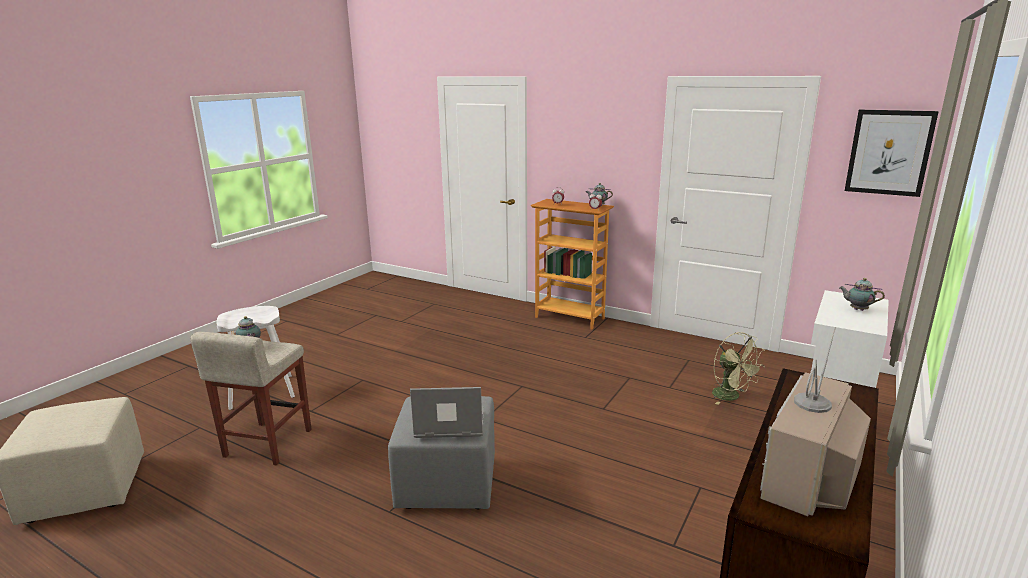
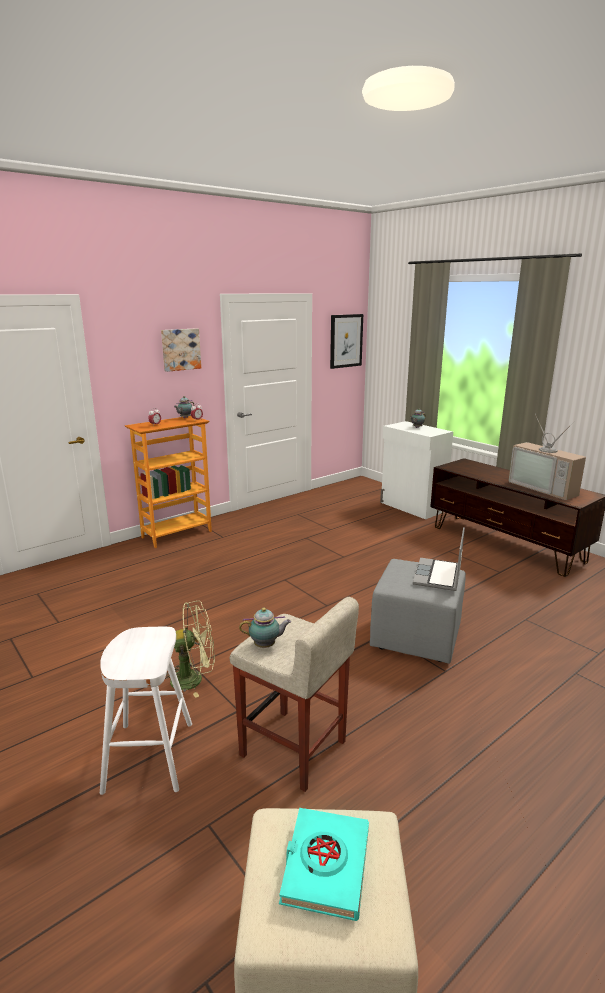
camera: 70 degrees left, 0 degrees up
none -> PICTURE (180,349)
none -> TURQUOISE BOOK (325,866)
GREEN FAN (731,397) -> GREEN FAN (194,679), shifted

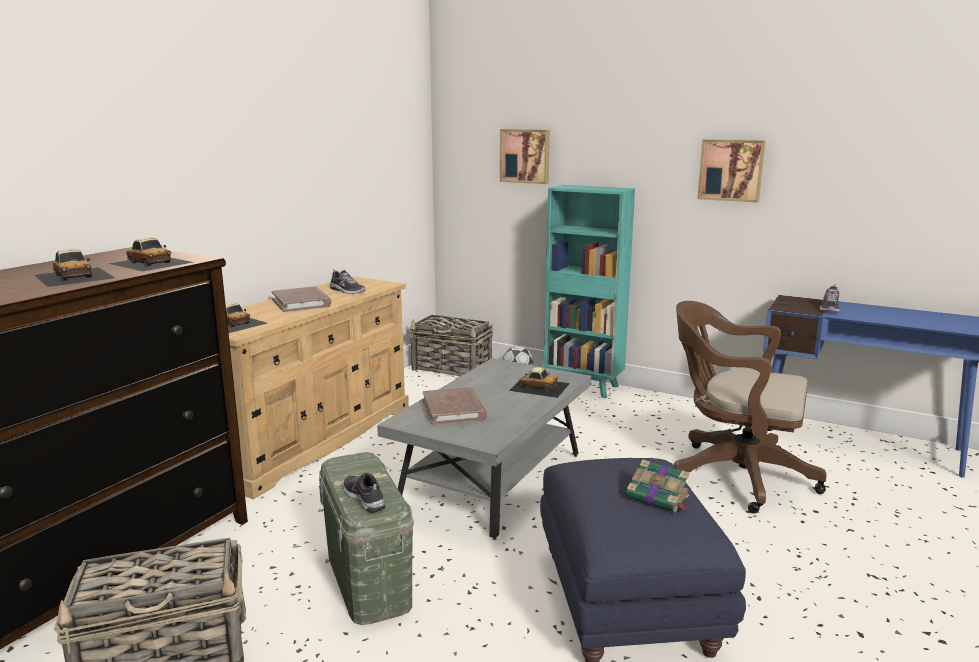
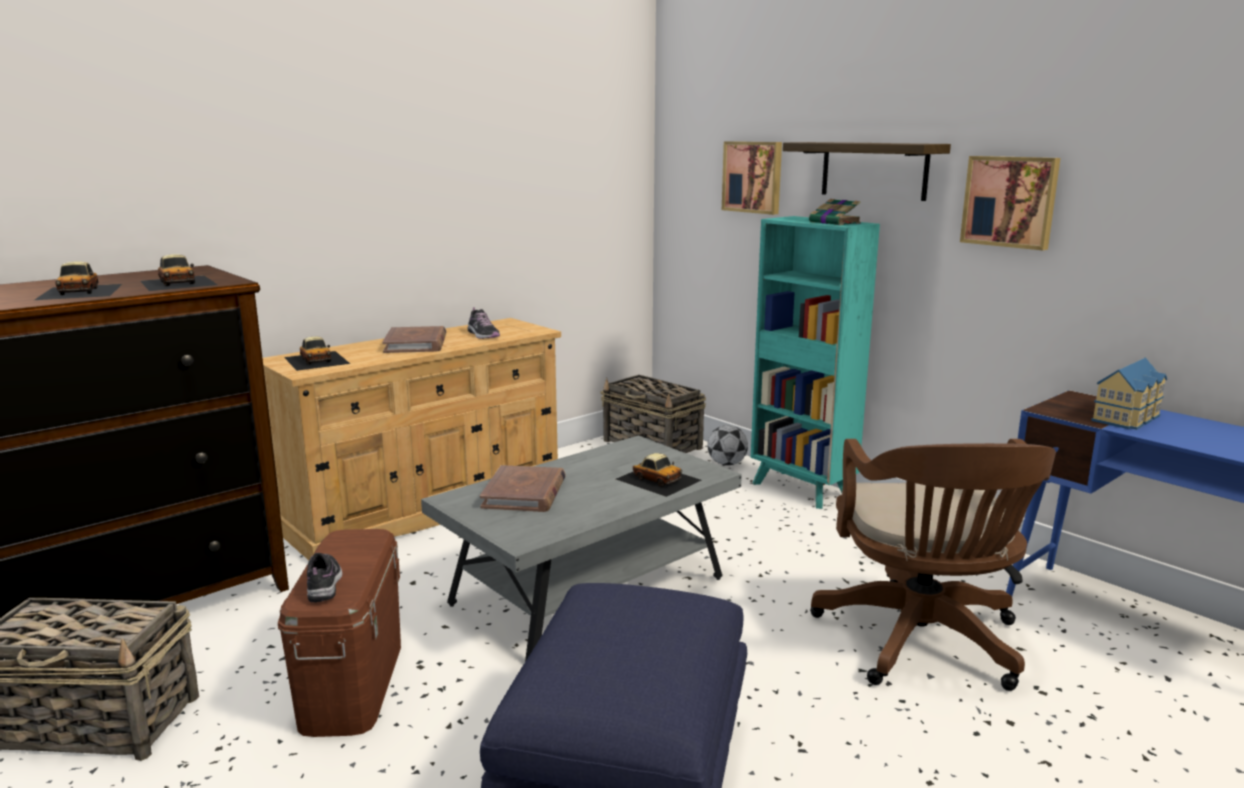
camera: 20 degrees right, 0 degrees up
none -> SHELF (874,170)
BOOK (659,497) -> BOOK (835,223), shifted
SHOE (829,308) -> TOY HOUSE (1128,418)
GREEN STORAGE BOX (367,579) -> BROWN STORAGE BOX (352,683)
BROWN OFFICE CHAIR (733,474) -> BROWN OFFICE CHAIR (922,644), 135 degrees counterclockwise

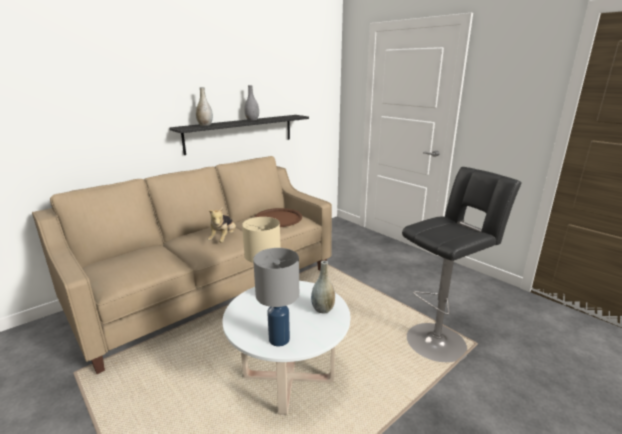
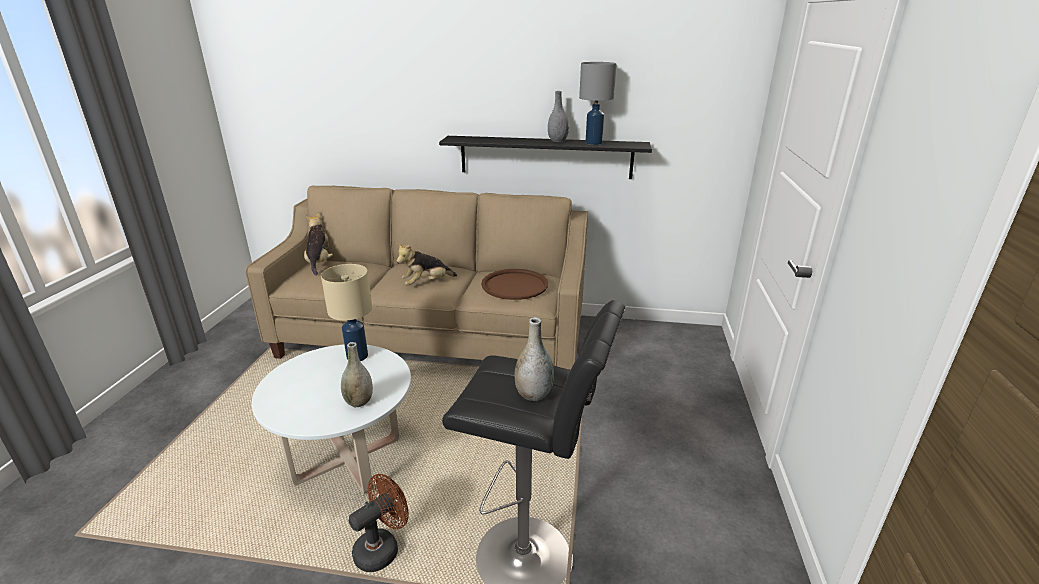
camera: 50 degrees right, 5 degrees up
none -> PLUSH TOY (319,262)
none -> BROWN FAN (382,548)
GREY VASE (205,125) -> GREY VASE (533,395), shifted
GREY TABLE LAMP (280,339) -> GREY TABLE LAMP (594,143), shifted

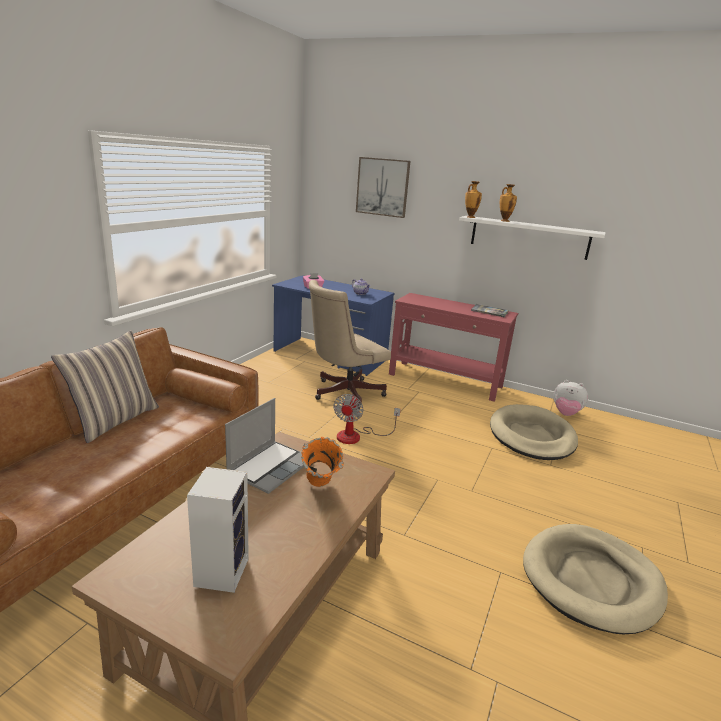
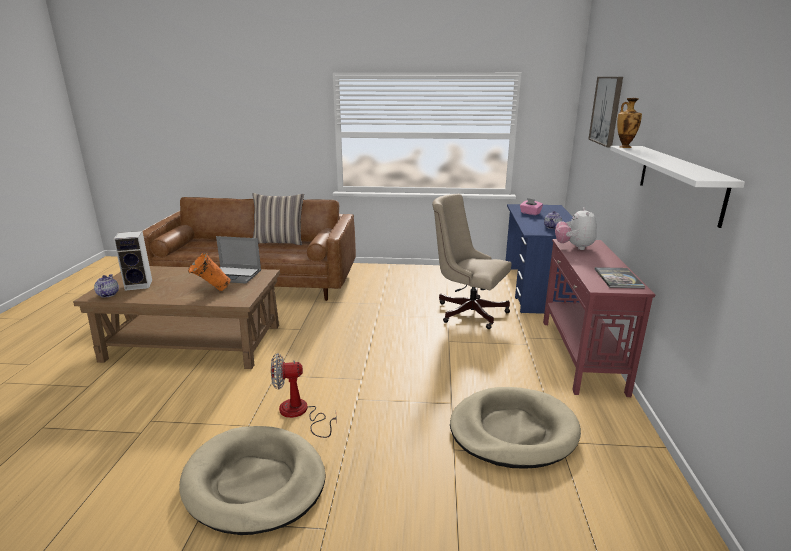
camera: 70 degrees right, 0 degrees up
VASE (504,221) -> none
none -> TEAPOT (108,294)
FAN (356,436) -> FAN (300,413), shifted
PLUSH TOY (565,414) -> PLUSH TOY (574,247), shifted

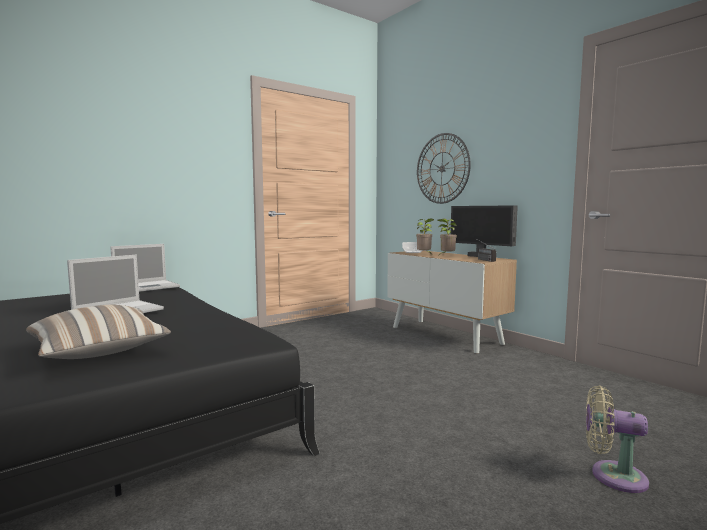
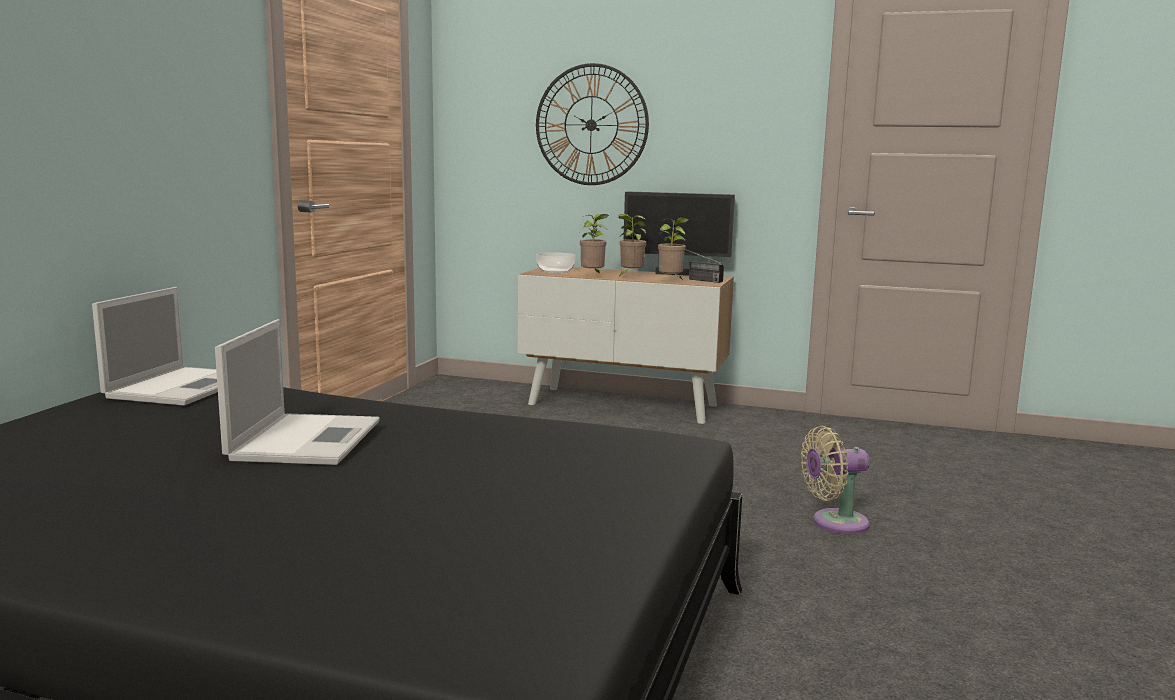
camera: 35 degrees left, 5 degrees up
PILLOW (100,353) -> none
none -> POTTED PLANT (671,281)
BEIGE FAN (612,475) -> BEIGE FAN (834,523), shifted

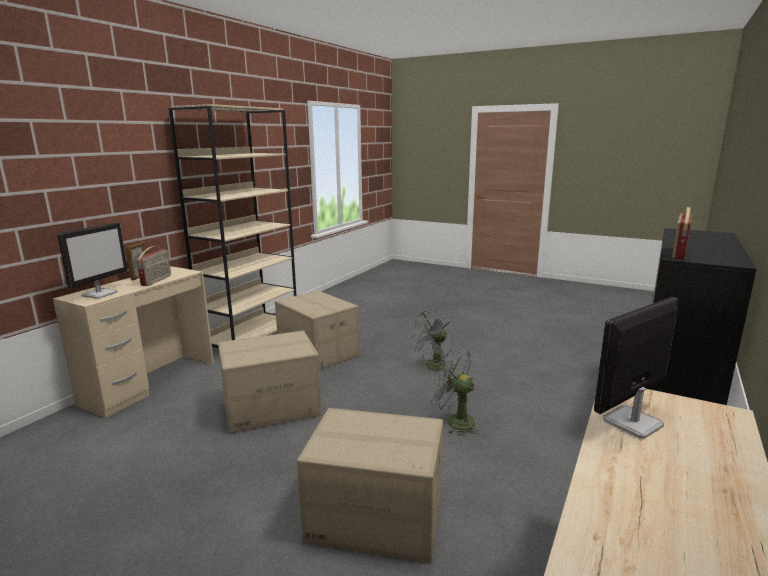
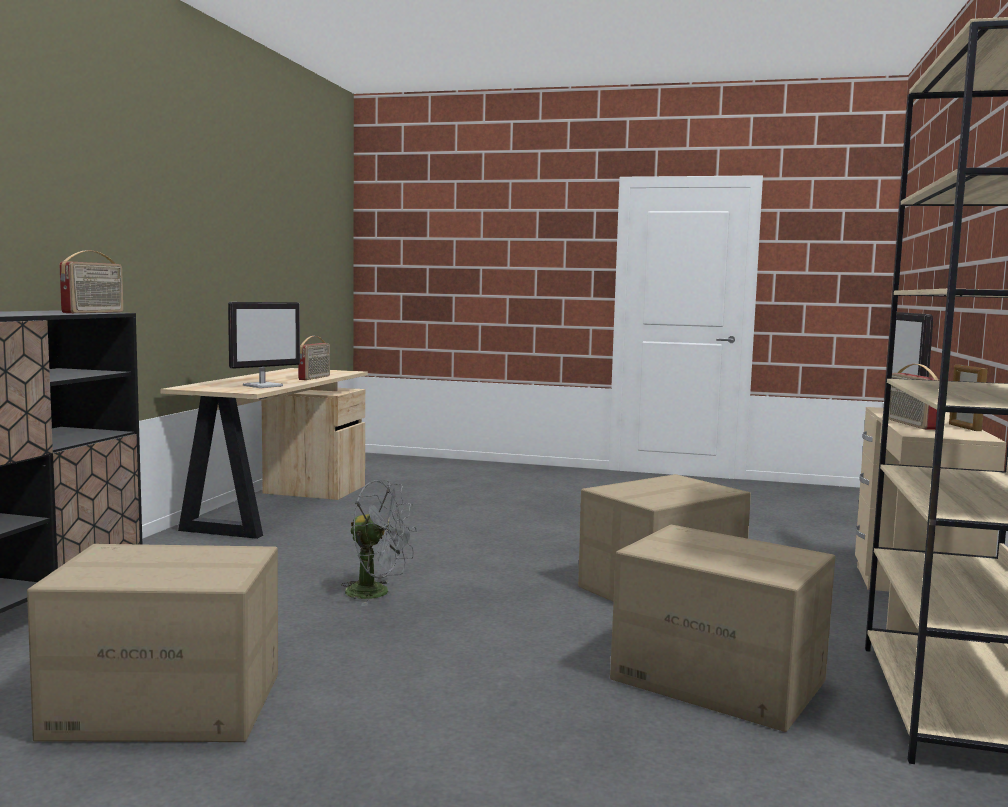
camera: 165 degrees right, 10 degrees down
GREY FAN (433,368) -> none
none -> RADIO (315,378)
CARDBOARD BOX (375,518) -> CARDBOARD BOX (167,705), shifted

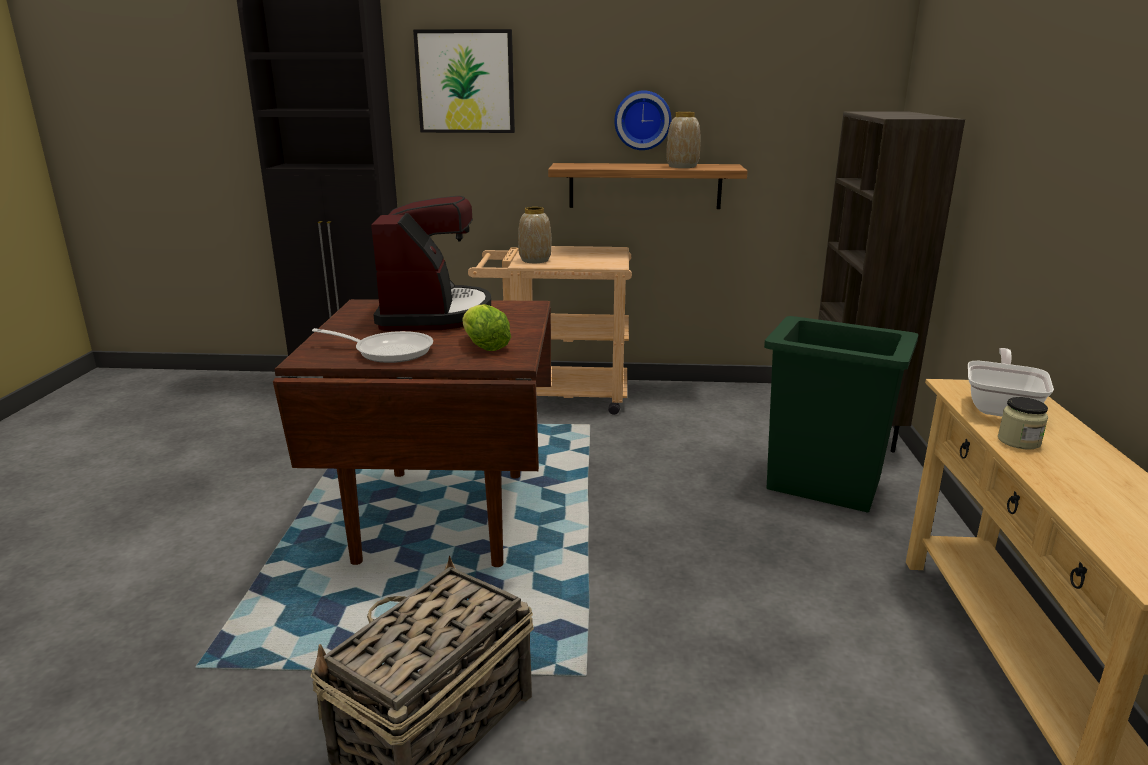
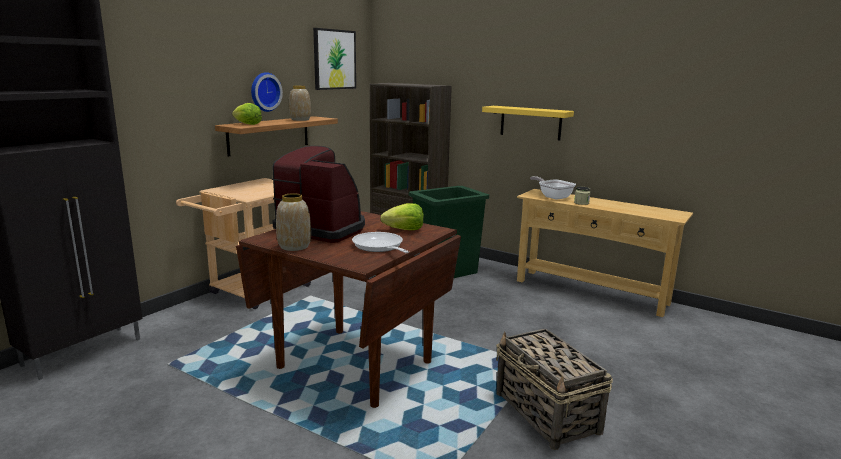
camera: 60 degrees left, 5 degrees down
none -> LETTUCE (247,124)
none -> YELLOW SHELF (530,122)
PICTURE (465,82) -> PICTURE (334,59), shifted
VASE (535,260) -> VASE (294,246), shifted
FRYING PAN (388,351) -> FRYING PAN (379,247), 75 degrees counterclockwise

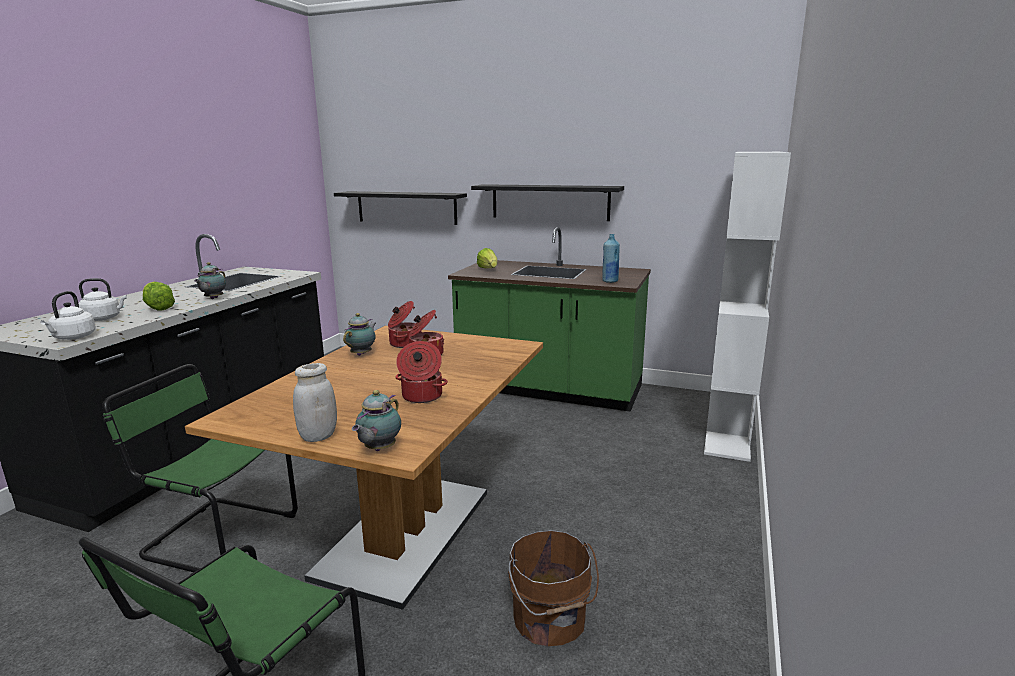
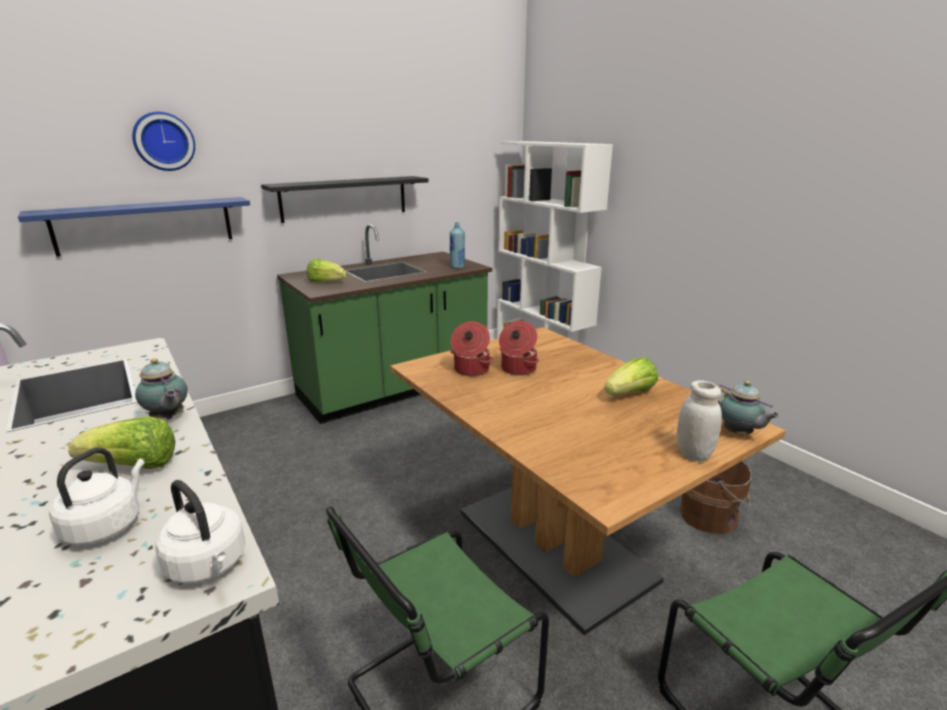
camera: 55 degrees left, 5 degrees up
TEAPOT (362,354) -> none
none -> WALL CLOCK (163,141)
COOKING POT (421,396) -> LETTUCE (630,394)
BLACK SHELF (406,207) -> BLUE SHELF (145,225)

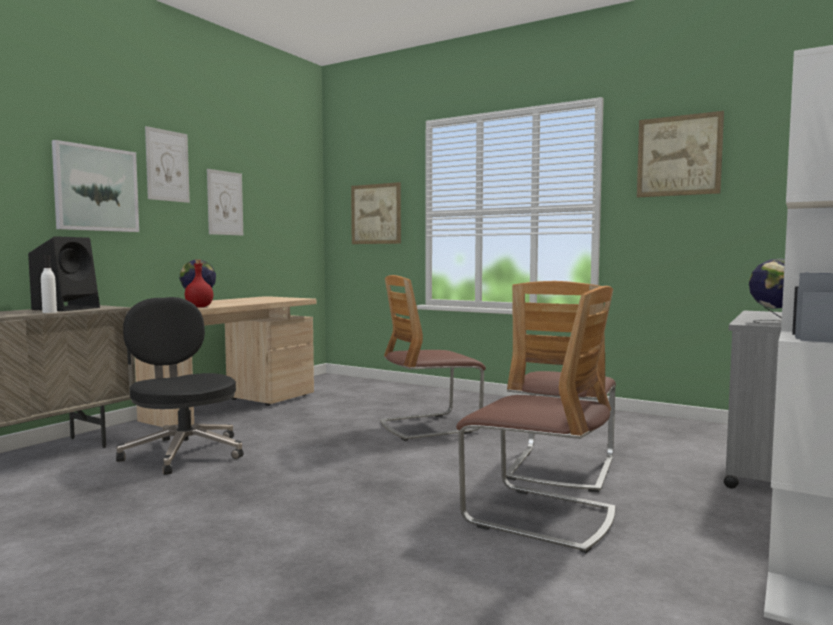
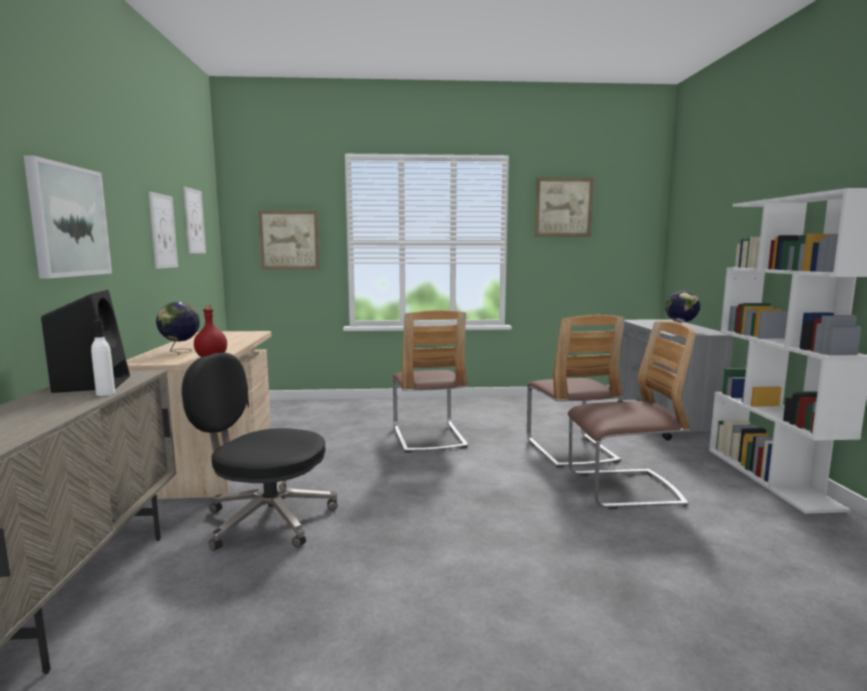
camera: 35 degrees left, 5 degrees up
PICTURE (167,165) -> PICTURE (194,221), shifted
CHAIR (429,427) -> CHAIR (429,437), 45 degrees counterclockwise

